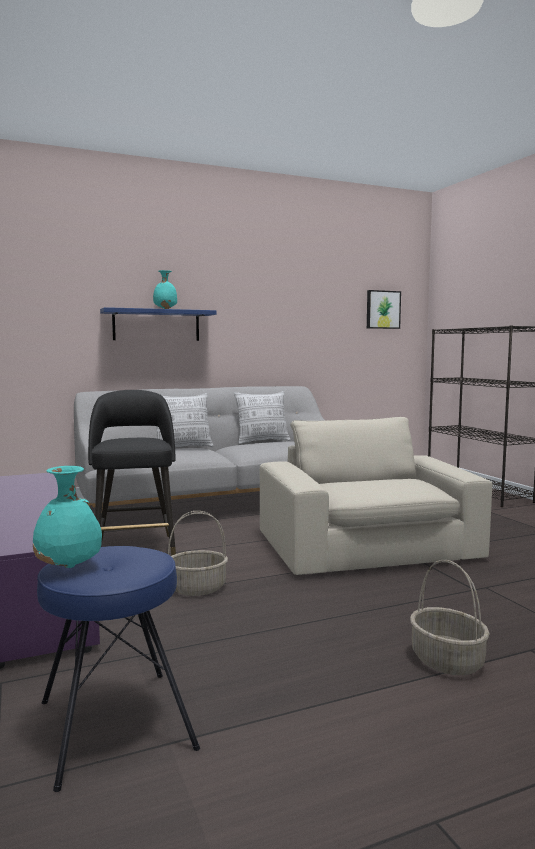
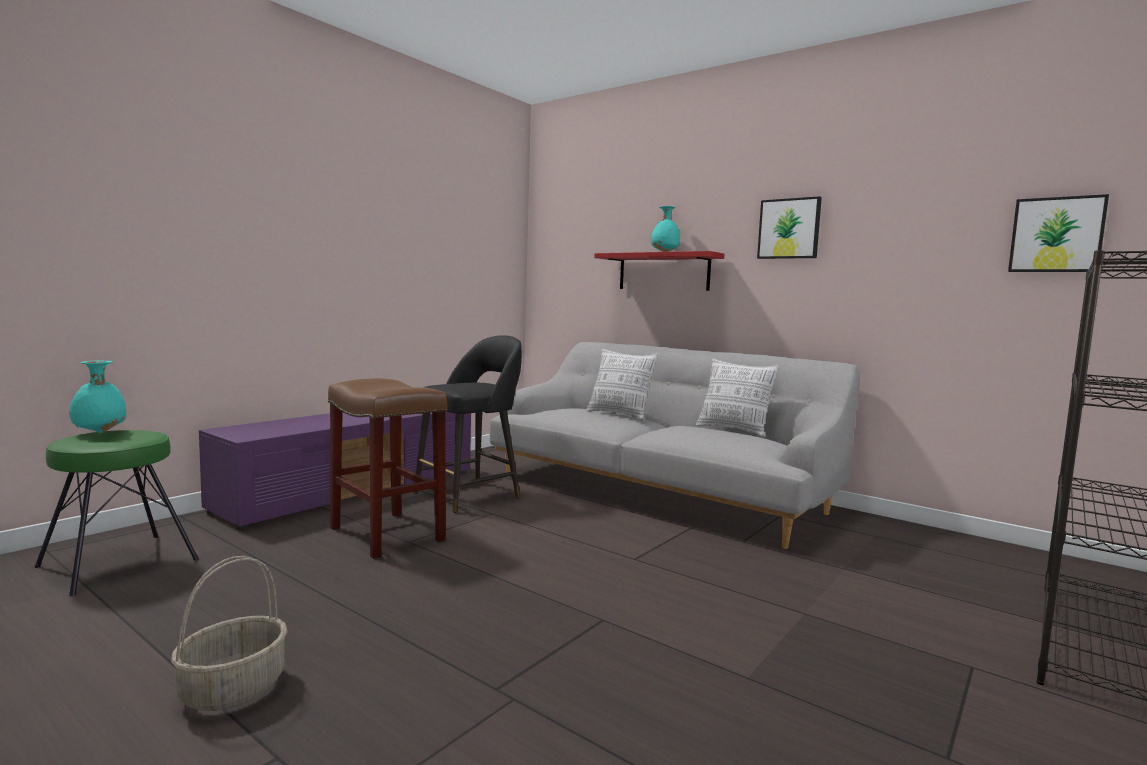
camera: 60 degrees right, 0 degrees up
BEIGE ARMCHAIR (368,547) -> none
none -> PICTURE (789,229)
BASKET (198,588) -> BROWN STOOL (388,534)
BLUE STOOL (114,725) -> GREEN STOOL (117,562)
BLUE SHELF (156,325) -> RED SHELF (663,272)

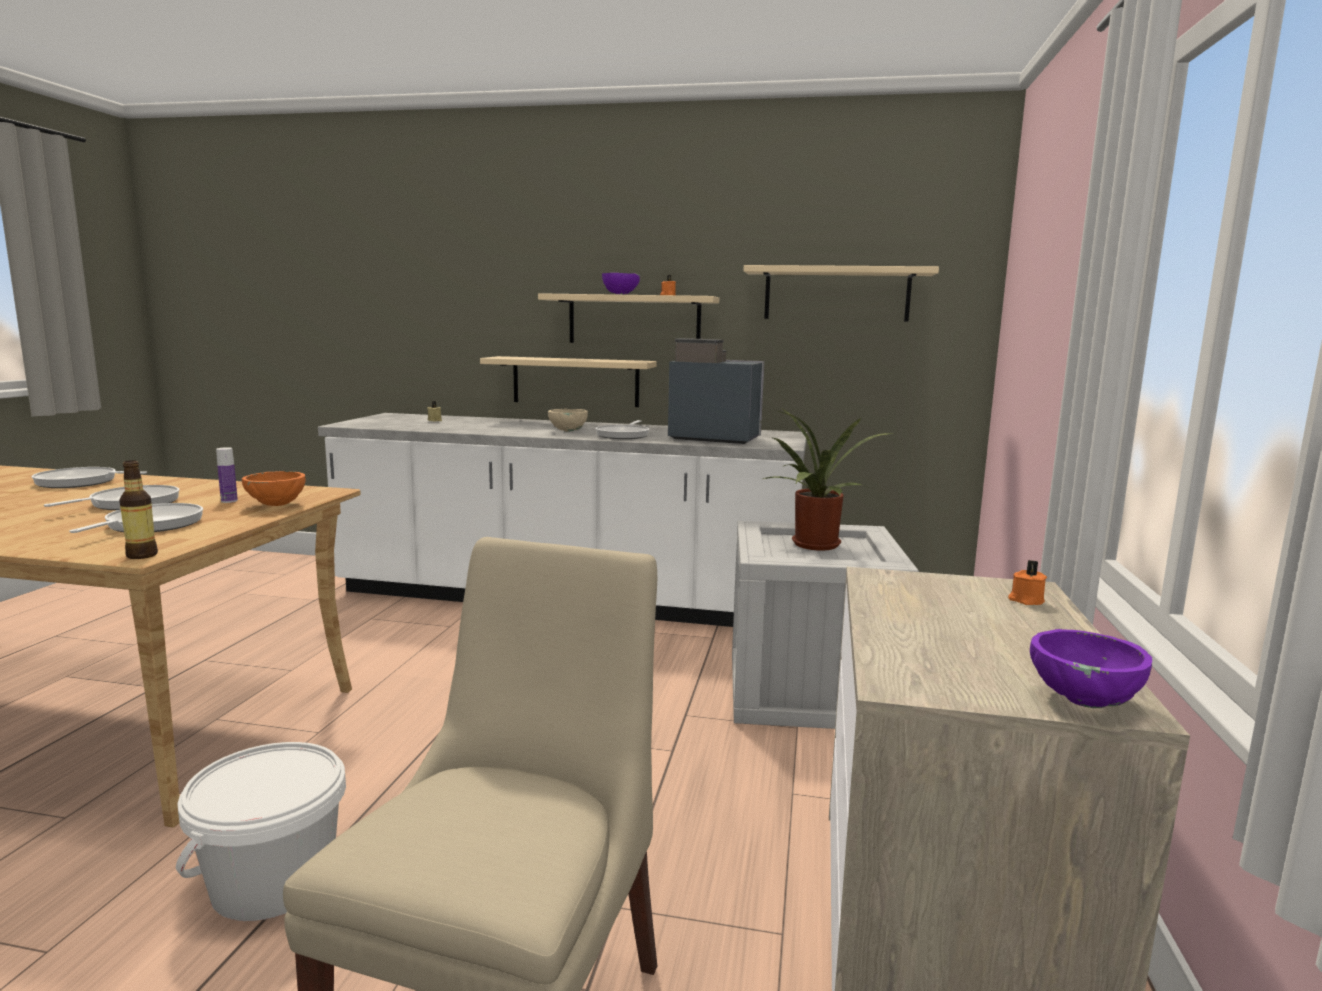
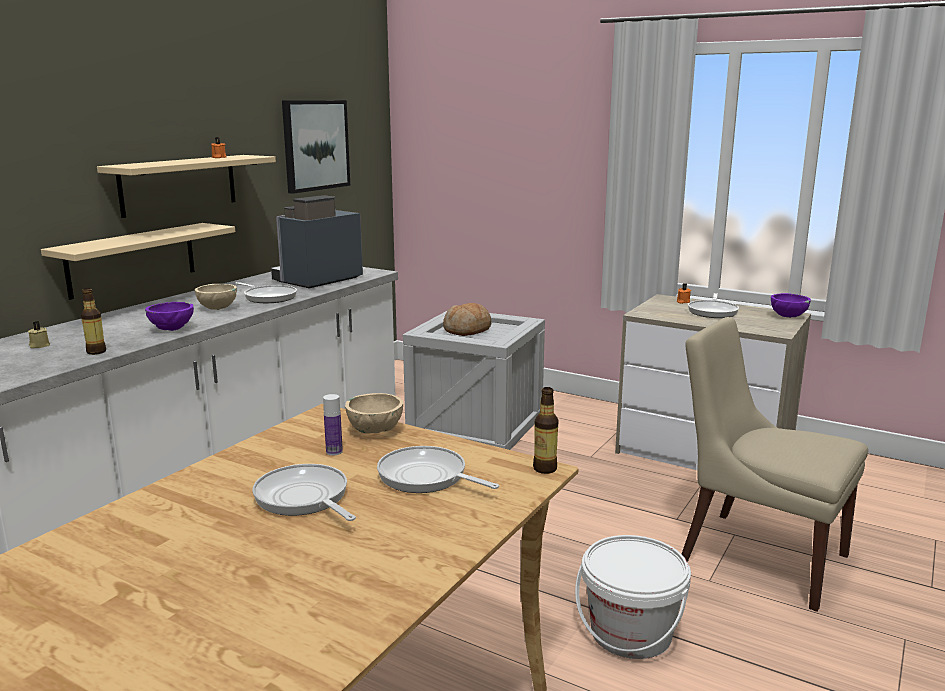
camera: 70 degrees left, 5 degrees up
none -> BOTTLE (96,352)
FRYING PAN (81,482) -> FRYING PAN (713,311), shifted
PURPLE BOWL (620,294) -> PURPLE BOWL (172,329), shifted
BEIGE SHELF (836,294) -> PICTURE (315,145)
POTTED PLANT (815,546) -> BREAD (467,330)
ORANGE BOWL (277,505) -> BEIGE BOWL (375,431)

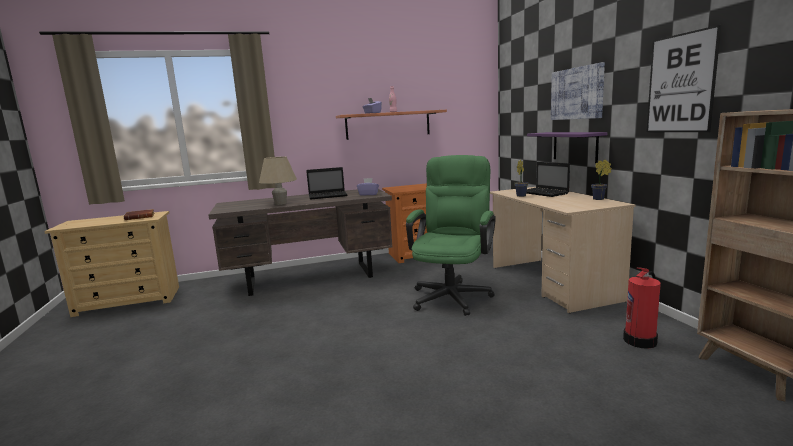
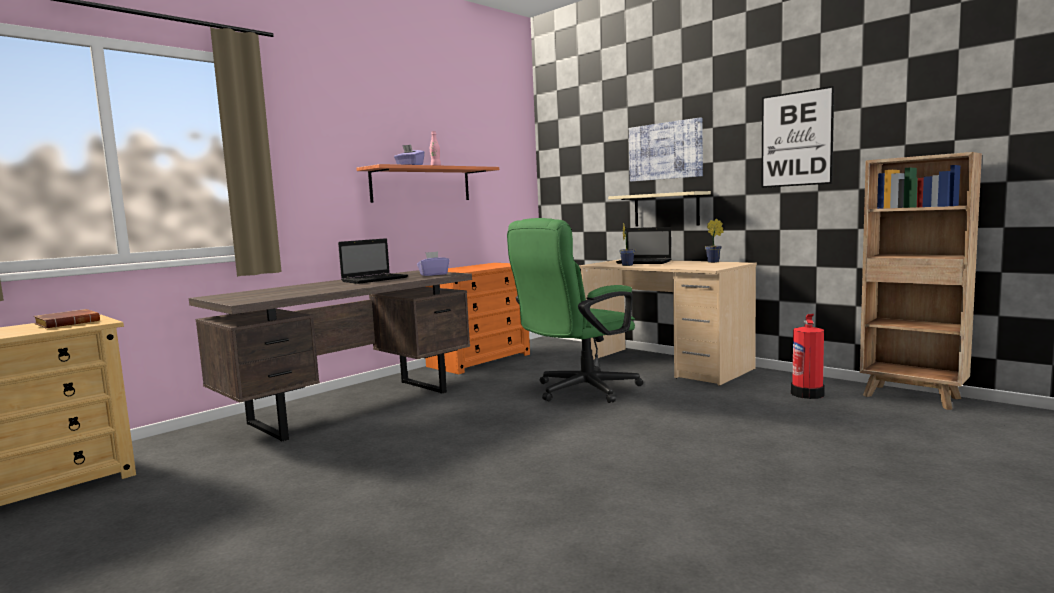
camera: 30 degrees left, 5 degrees down
BEIGE TABLE LAMP (280,203) -> none
PURPLE SHELF (575,146) -> BEIGE SHELF (666,209)
GREEN OFFICE CHAIR (453,294) -> GREEN OFFICE CHAIR (578,391), 120 degrees counterclockwise

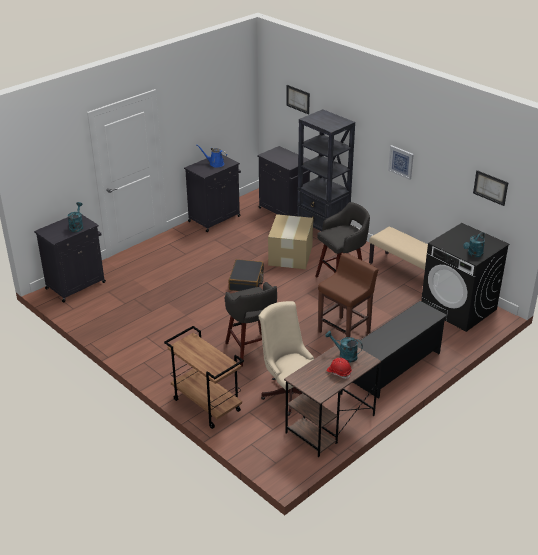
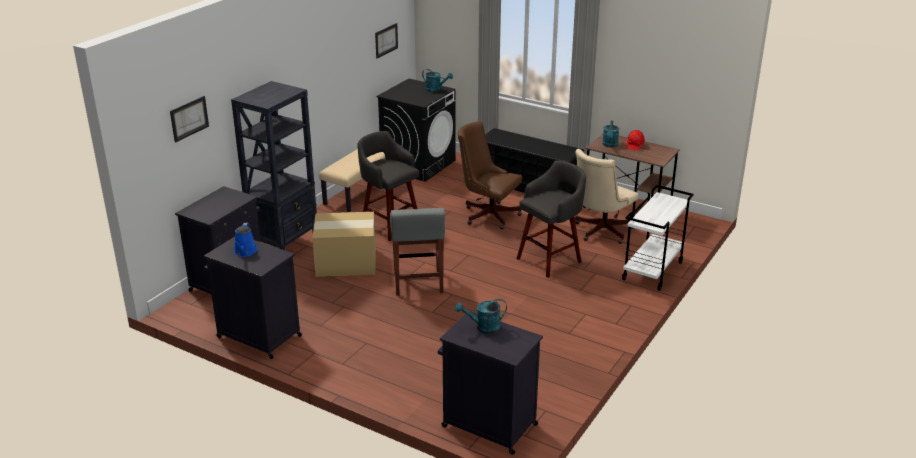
camera: 105 degrees left, 5 degrees down
PICTURE (401,162) -> none
BLACK SUITCASE (246,281) -> GREY STOOL (418,283)
BROWN STOOL (345,332) -> BROWN OFFICE CHAIR (488,214)
BROWN CART (205,405) -> WHITE CART (652,271)

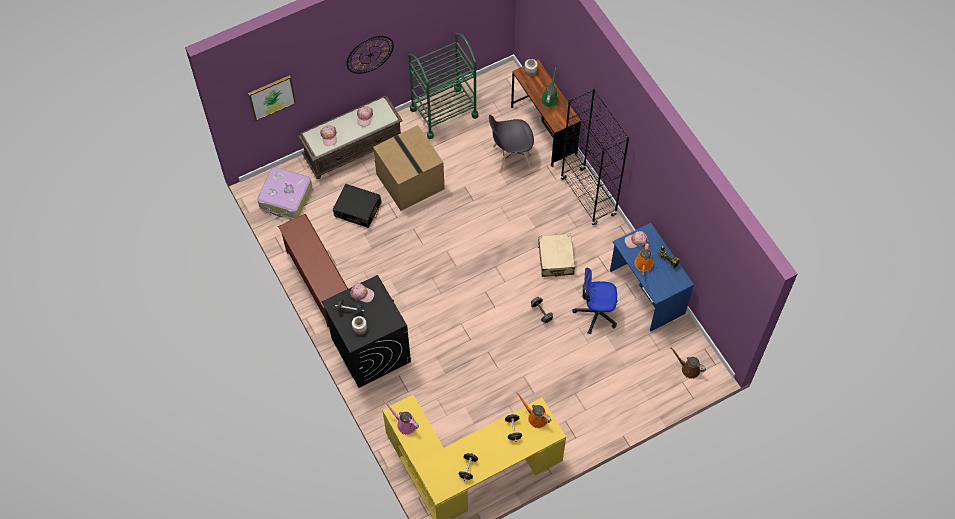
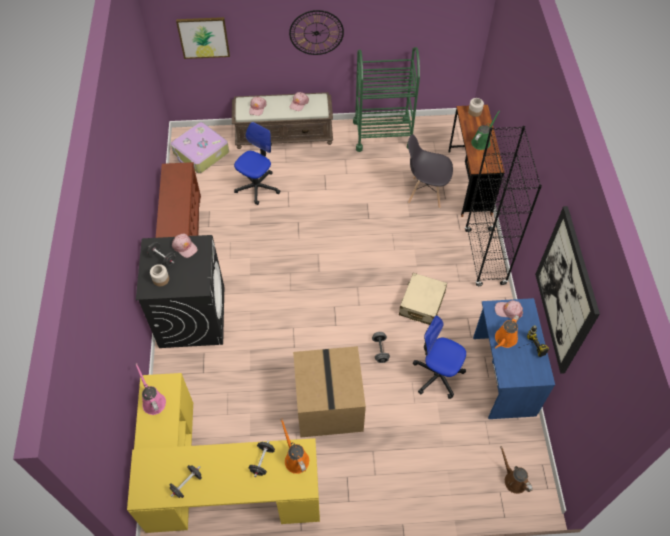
camera: 25 degrees right, 5 degrees down
none -> PICTURE (566,291)
CARDBOARD BOX (411,181) -> CARDBOARD BOX (330,405), shifted
BLACK SUITCASE (358,210) -> OFFICE CHAIR (257,187)

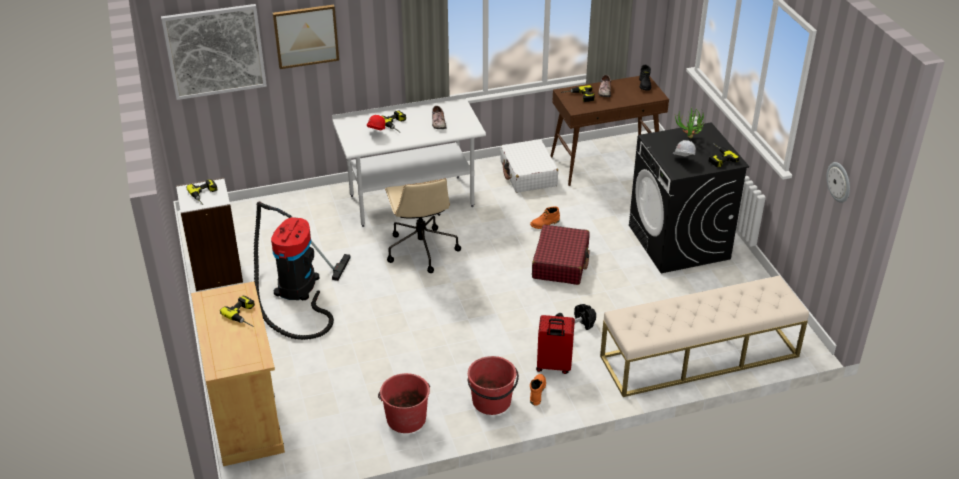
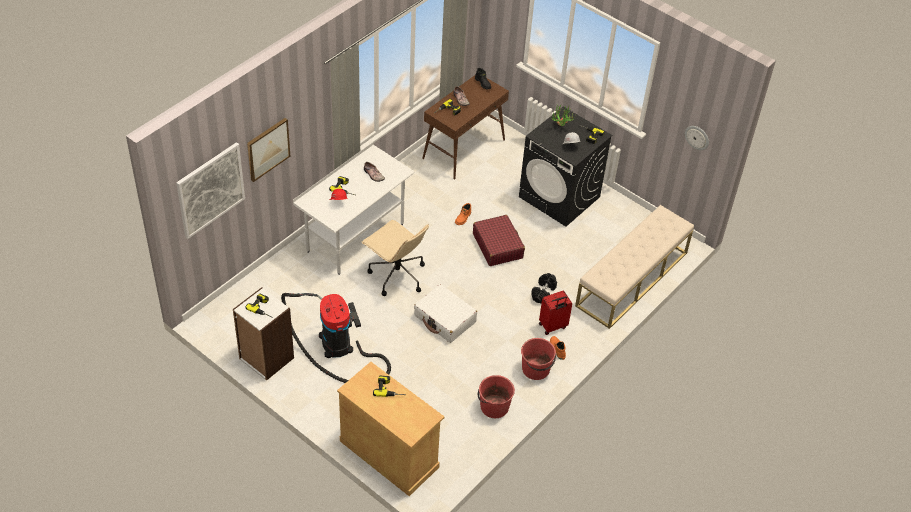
camera: 35 degrees left, 10 degrees up
WHITE SUITCASE (528,174) -> WHITE SUITCASE (445,319), shifted

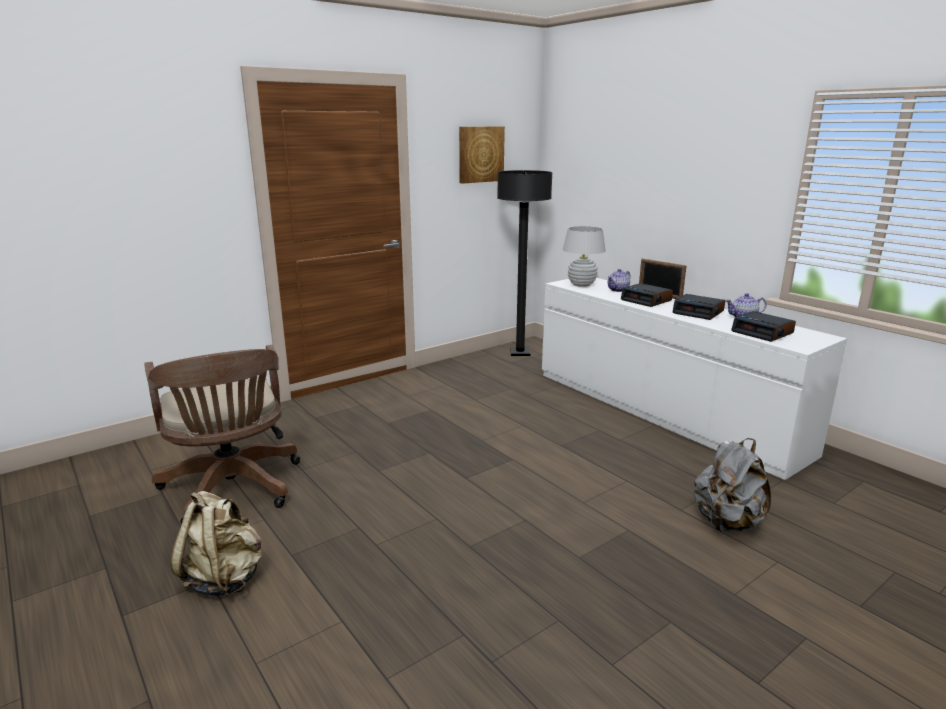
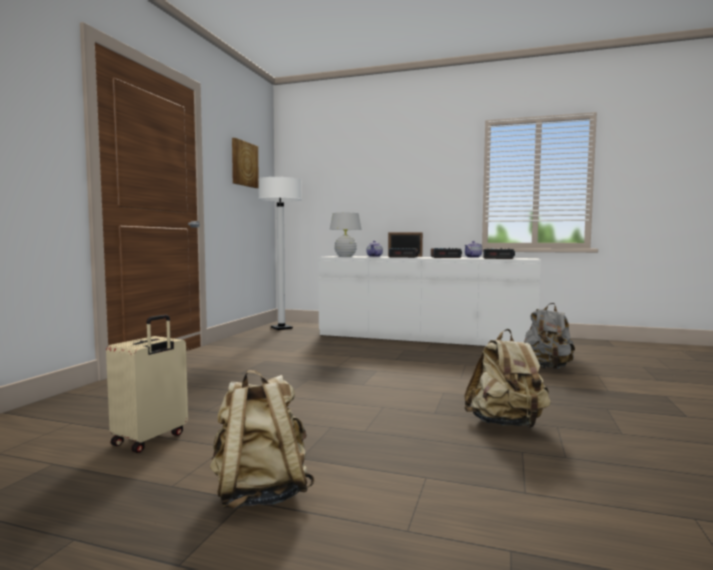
camera: 35 degrees left, 15 degrees down
none -> BEIGE BACKPACK (506,424)
BROWN OFFICE CHAIR (233,490) -> BEIGE SUITCASE (151,439)
BLACK FLOOR LAMP (520,353) -> WHITE FLOOR LAMP (281,328)

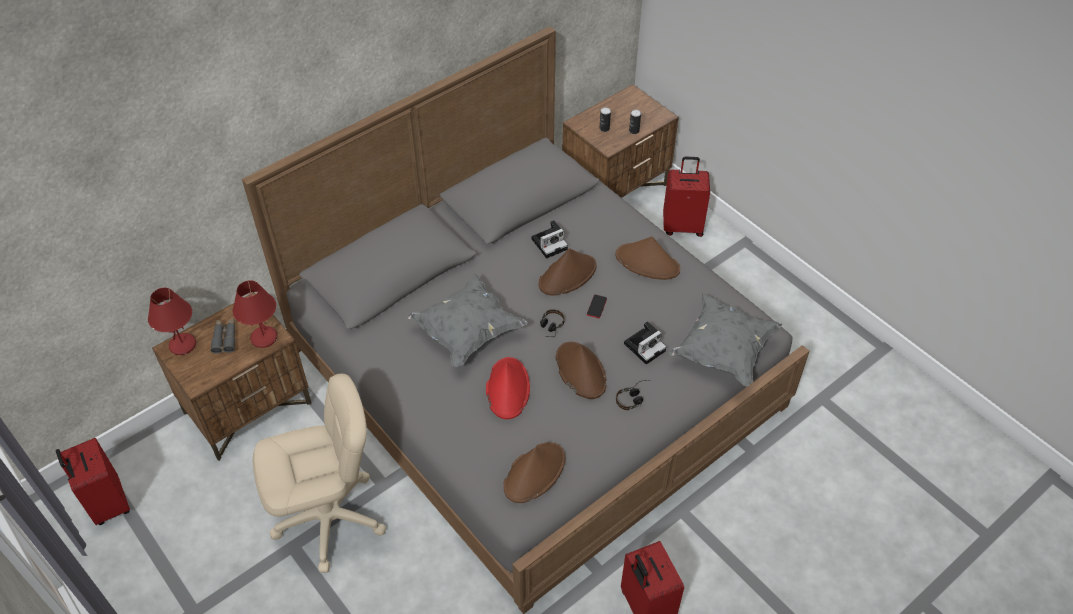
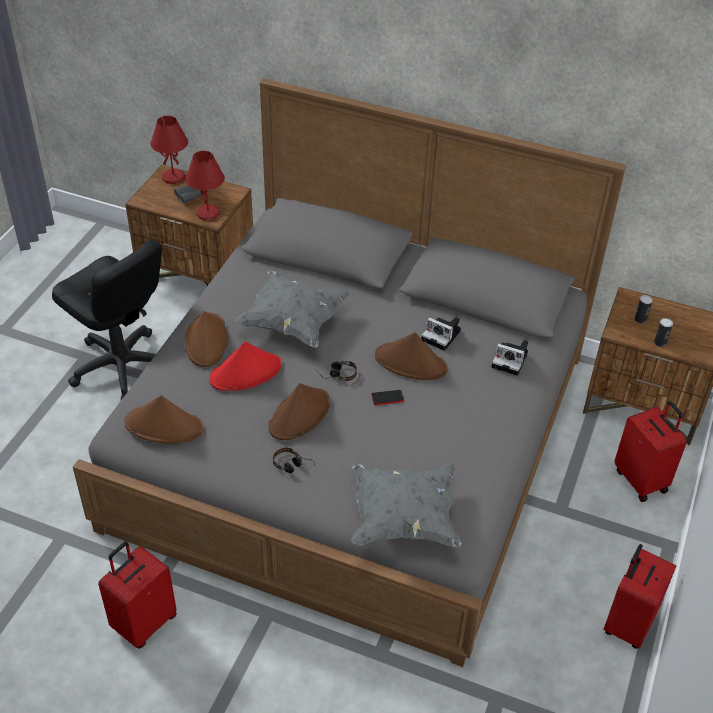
camera: 60 degrees right, 5 degrees down
RED SUITCASE (108,504) -> RED SUITCASE (627,623), shifted
BROWN HAT (647,262) -> BROWN HAT (207,341), shifted
PHOTO CAMERA (645,346) -> PHOTO CAMERA (511,360), shifted
BEIGE OFFICE CHAIR (330,519) -> BLACK OFFICE CHAIR (121,367)

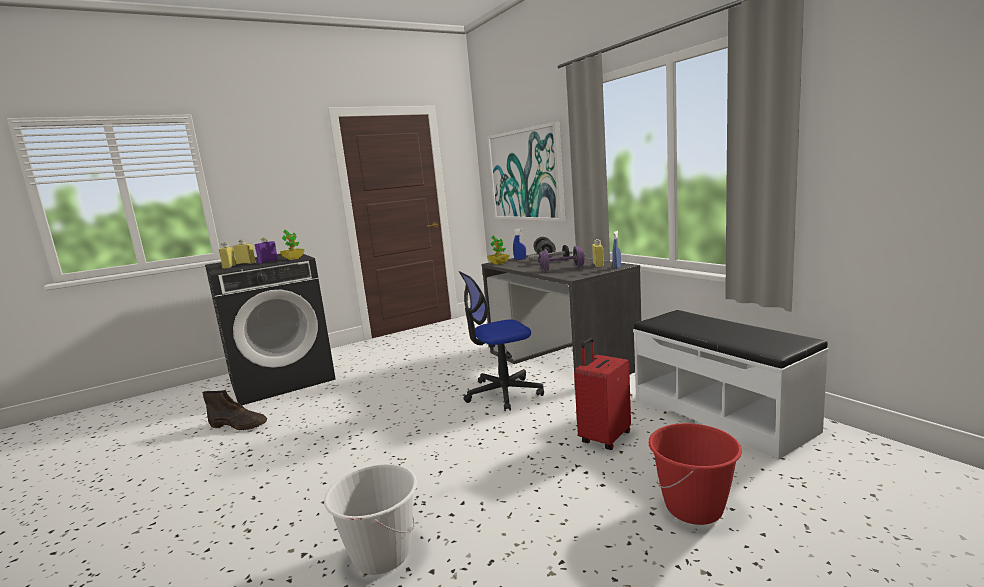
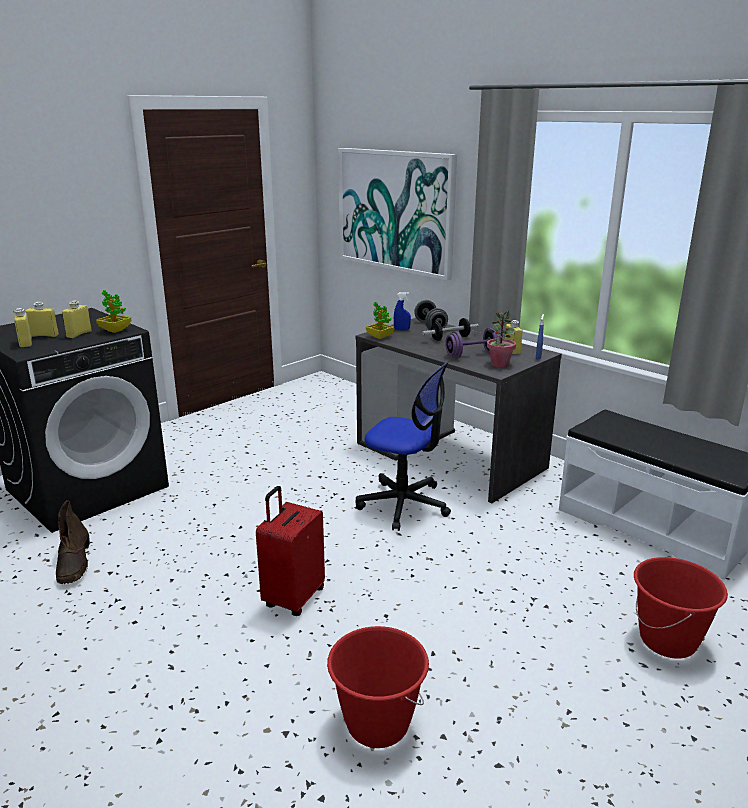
camera: 15 degrees left, 10 degrees up
none -> POTTED PLANT (499,364)
RED SUITCASE (604,438) -> RED SUITCASE (293,598), shifted
PURPLE BOTTLE (268,261) -> YELLOW BOTTLE (79,334)
WHITE BUCKET (381,555) -> RED BUCKET (377,724)
BROWN BOOT (239,425) -> BROWN BOOT (74,563), 75 degrees clockwise
OFFICE CHAIR (503,393) -> OFFICE CHAIR (404,504), 120 degrees counterclockwise

